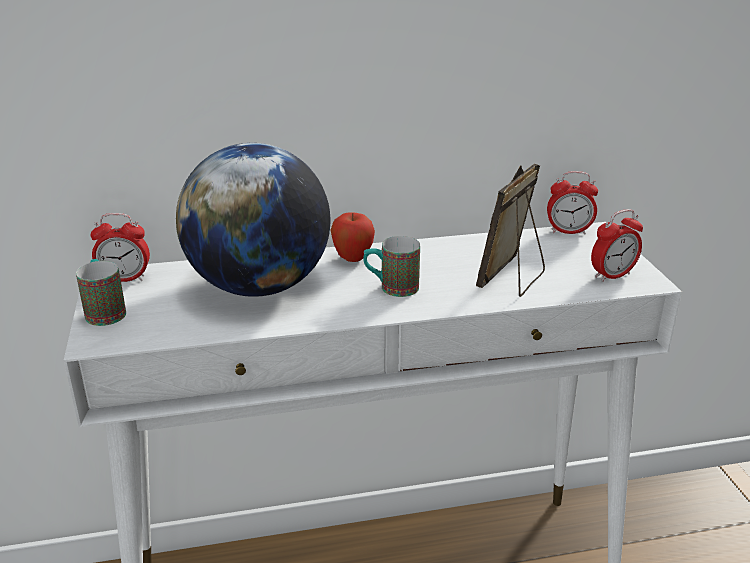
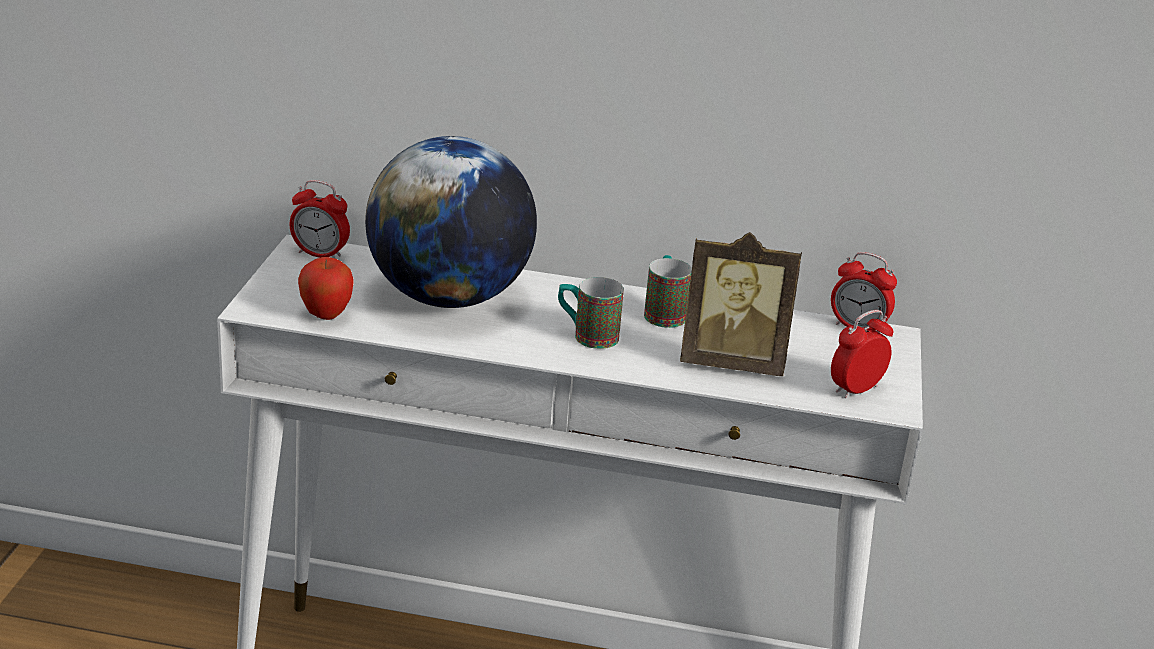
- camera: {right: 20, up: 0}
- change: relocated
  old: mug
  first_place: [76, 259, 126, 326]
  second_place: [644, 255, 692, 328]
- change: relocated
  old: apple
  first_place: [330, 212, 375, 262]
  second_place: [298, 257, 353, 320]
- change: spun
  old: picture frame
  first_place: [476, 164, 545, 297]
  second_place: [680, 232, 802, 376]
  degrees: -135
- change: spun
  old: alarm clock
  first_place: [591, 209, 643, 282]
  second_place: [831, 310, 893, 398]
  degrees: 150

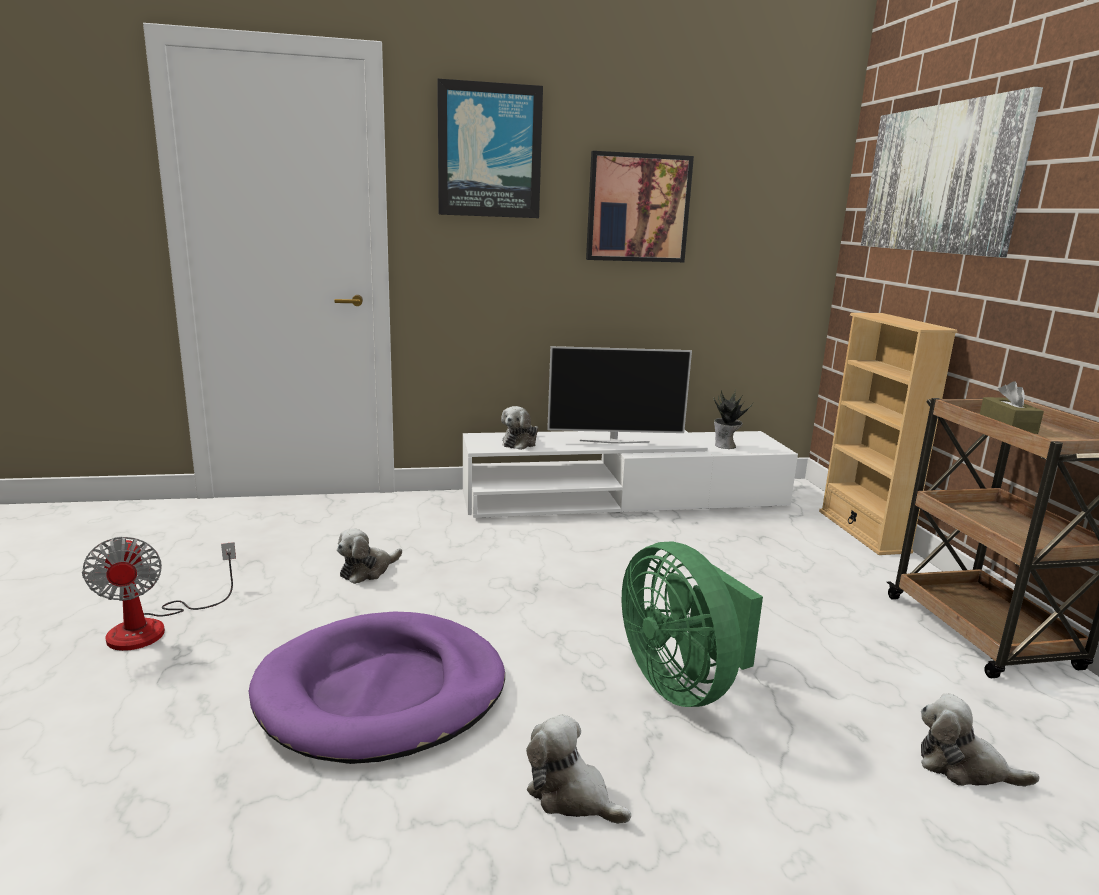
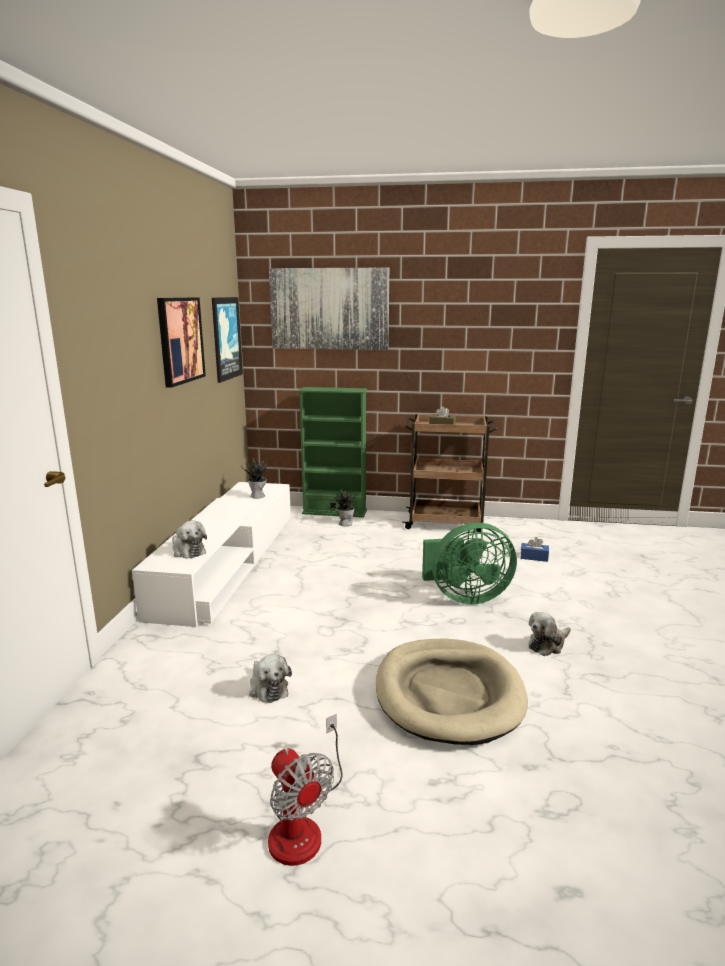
- camera: {right: -70, up: 0}
- change: spun
  old: fan
  first_place: [82, 537, 236, 651]
  second_place: [268, 714, 342, 866]
  degrees: 60
- change: colour
  old: purple dog bed
  new: beige dog bed
  first_place: [249, 612, 505, 764]
  second_place: [376, 639, 528, 745]
- change: relocated
  old: picture
  first_place: [437, 79, 543, 218]
  second_place: [212, 297, 243, 383]
- change: missing
  old: television
  first_place: [547, 346, 692, 444]
- change: colour
  old: beige bookcase
  new: green bookcase
  first_place: [819, 313, 958, 555]
  second_place: [298, 387, 367, 518]
- change: exchanged
  old: plush toy
  new: blue tissue box
  first_place: [921, 693, 1040, 786]
  second_place: [521, 537, 549, 562]
- change: appeared
  new: potted plant
  second_place: [332, 488, 357, 526]

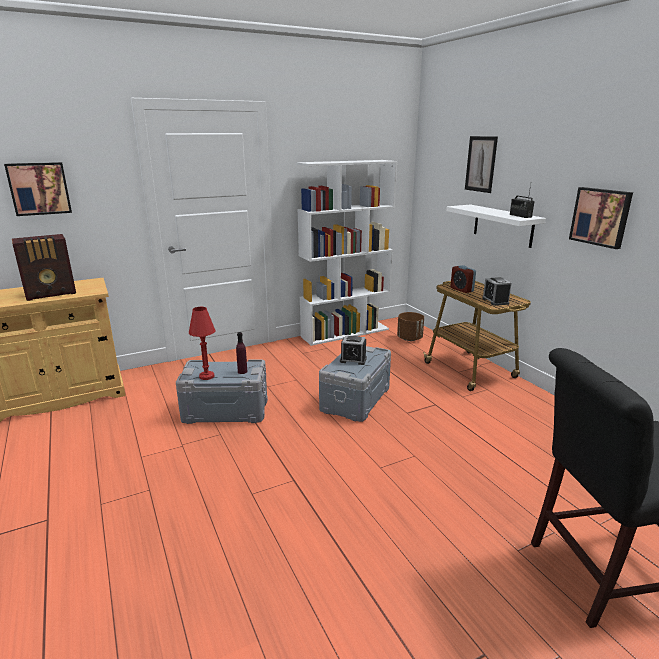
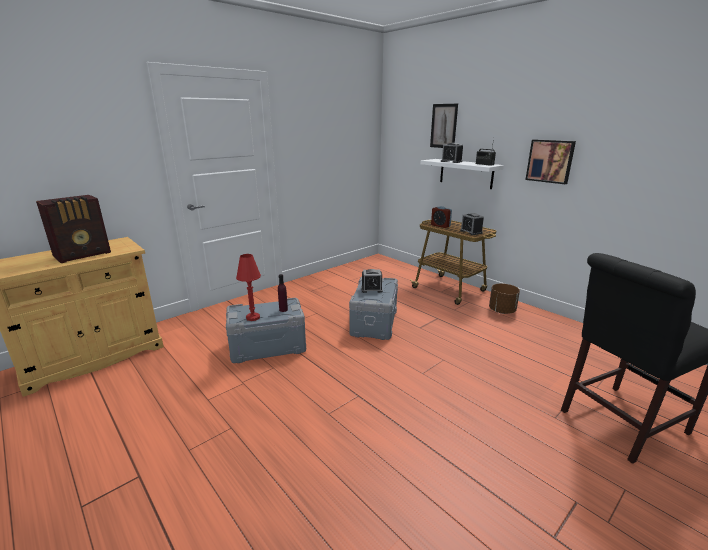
- camera: {right: -15, up: 0}
- change: missing
  old: picture
  first_place: [4, 162, 72, 216]
- change: missing
  old: white bookcase
  first_place: [296, 160, 397, 346]
- change: relocated
  old: brown planter
  first_place: [397, 312, 424, 341]
  second_place: [489, 283, 520, 314]
- change: appeared
  new: alarm clock
  second_place: [441, 143, 463, 163]

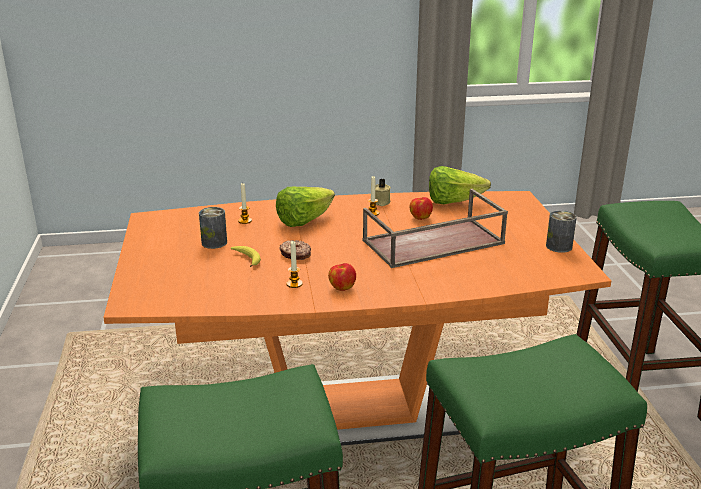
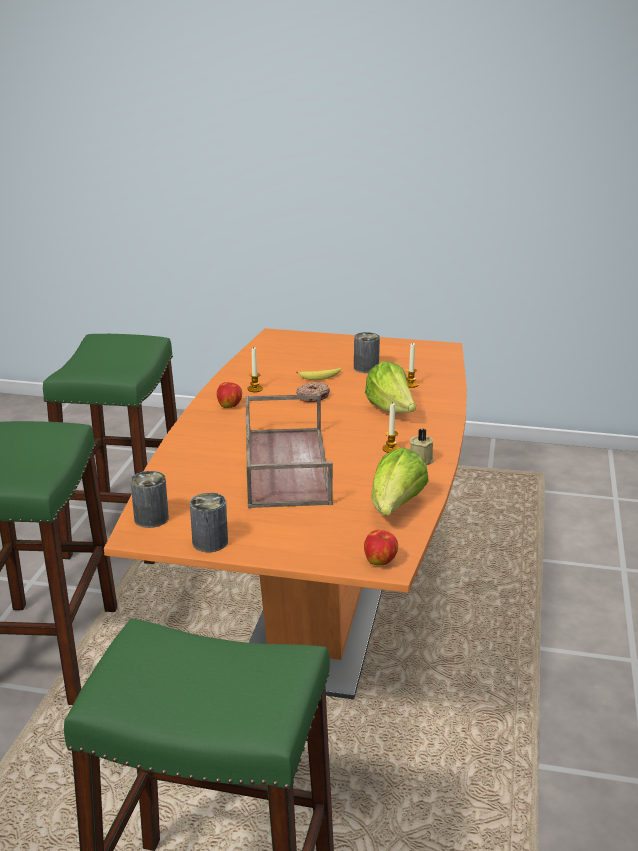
- camera: {right: 110, up: 0}
- change: relocated
  old: apple
  first_place: [410, 197, 433, 220]
  second_place: [364, 530, 398, 565]
- change: appeared
  new: can
  second_place: [131, 471, 169, 528]

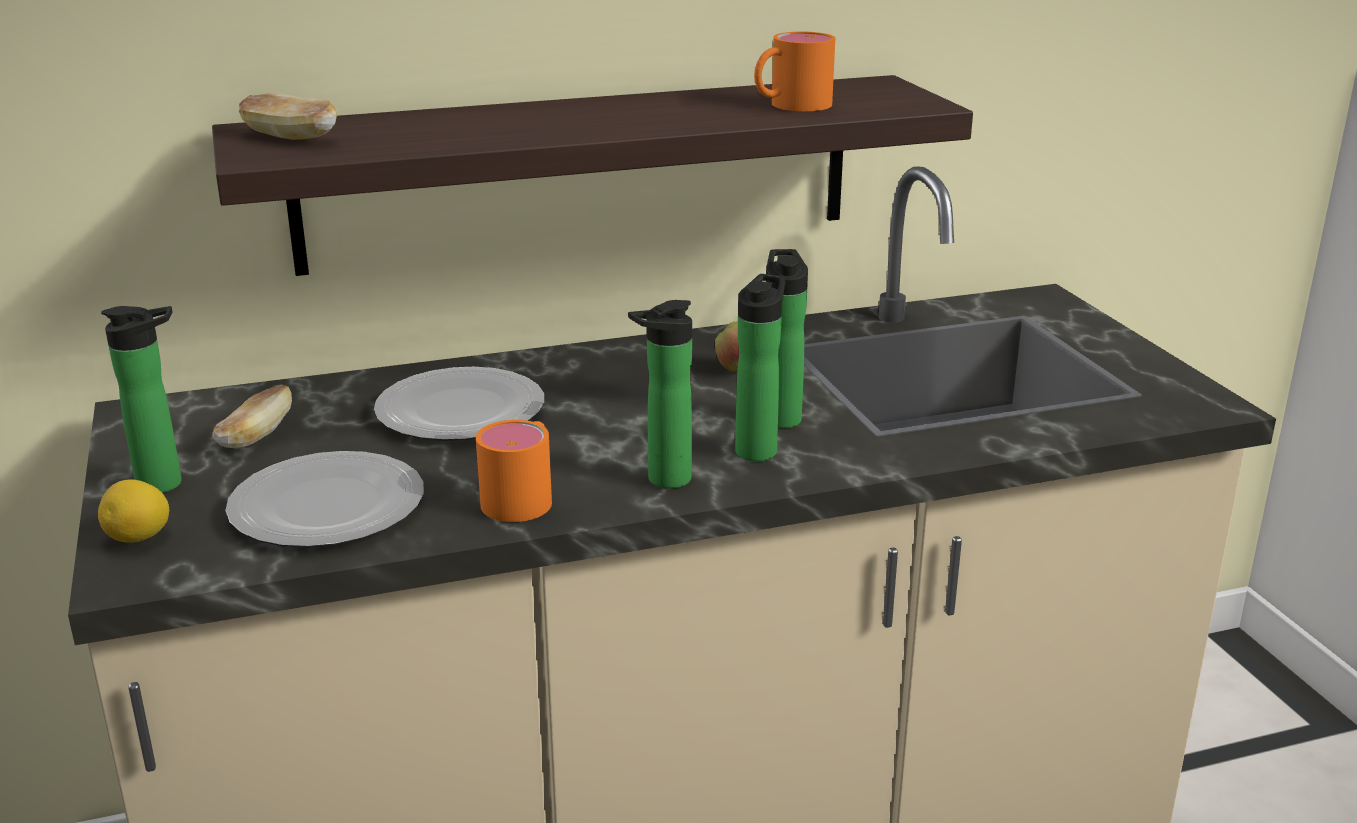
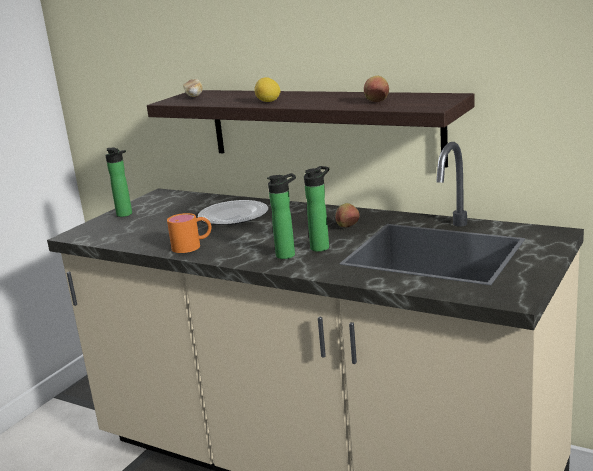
- camera: {right: 50, up: -5}
- change: relocated
  old: lemon
  first_place: [98, 480, 169, 543]
  second_place: [254, 77, 281, 102]
- change: missing
  old: bread
  first_place: [212, 384, 292, 448]
- change: missing
  old: plate
  first_place: [225, 451, 424, 547]
- change: missing
  old: bottle
  first_place: [628, 300, 692, 489]
- change: exchanged
  old: orange mug
  new: apple
  first_place: [754, 32, 835, 111]
  second_place: [364, 76, 389, 102]

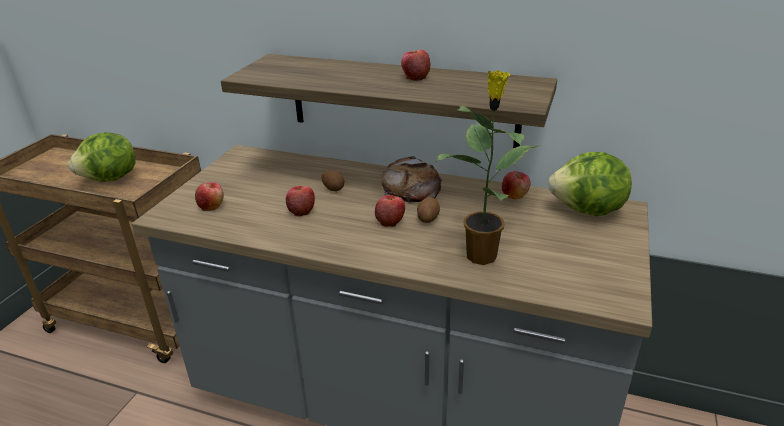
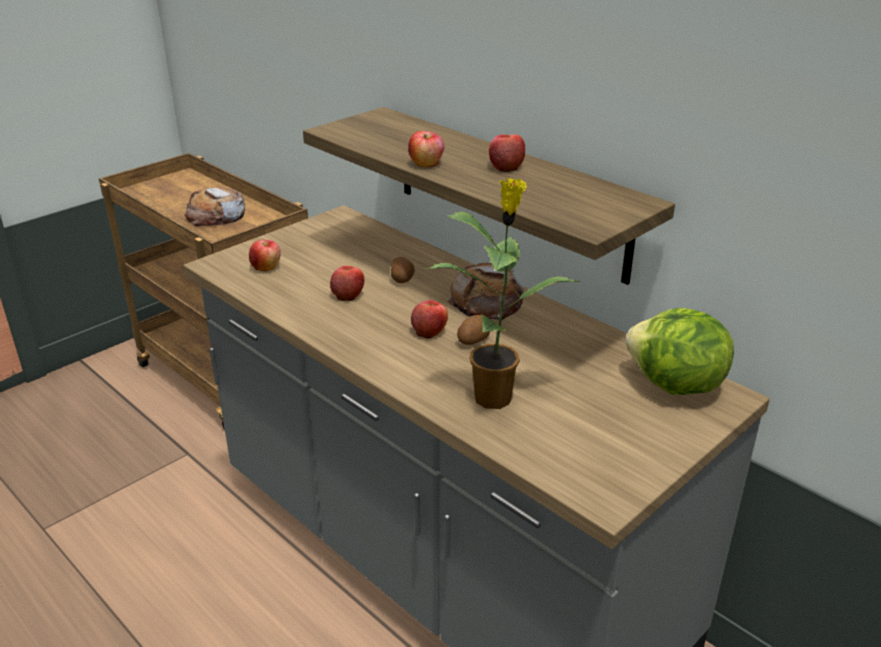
- camera: {right: 25, up: 0}
- change: exchanged
  old: lettuce
  new: bread
  first_place: [68, 132, 136, 182]
  second_place: [185, 187, 245, 226]
- change: relocated
  old: apple
  first_place: [502, 171, 531, 199]
  second_place: [408, 131, 444, 167]

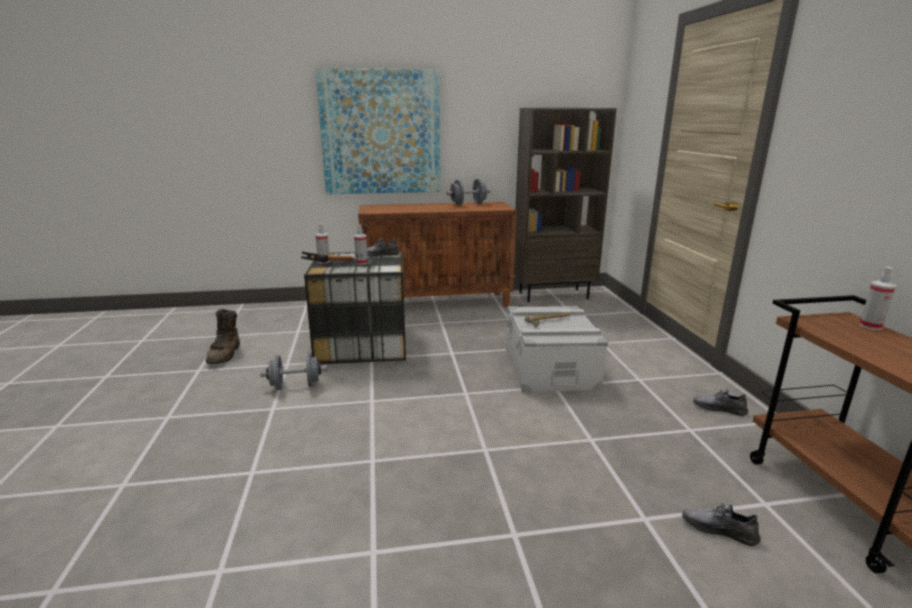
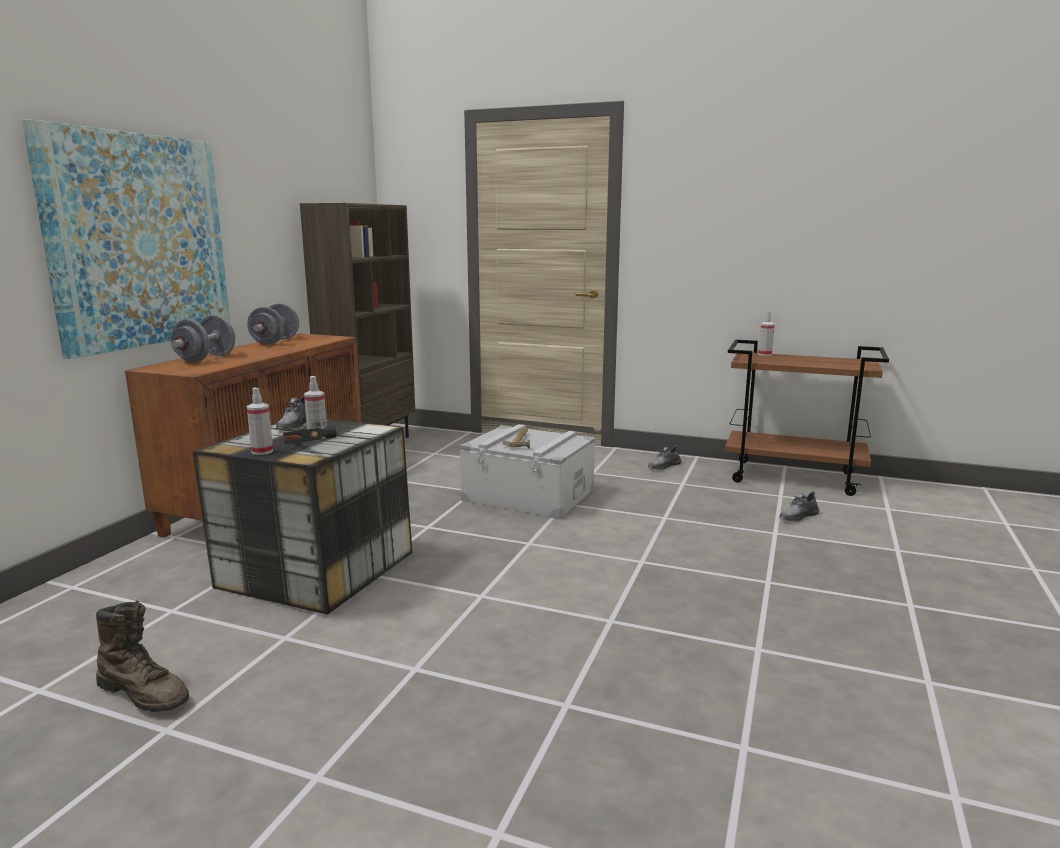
- camera: {right: -60, up: -5}
- change: relocated
  old: grey dumbbell
  first_place: [260, 352, 327, 390]
  second_place: [170, 315, 235, 363]

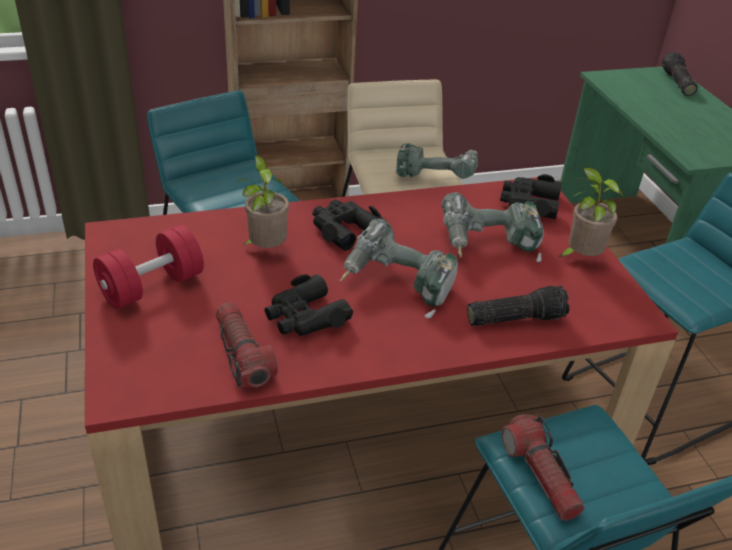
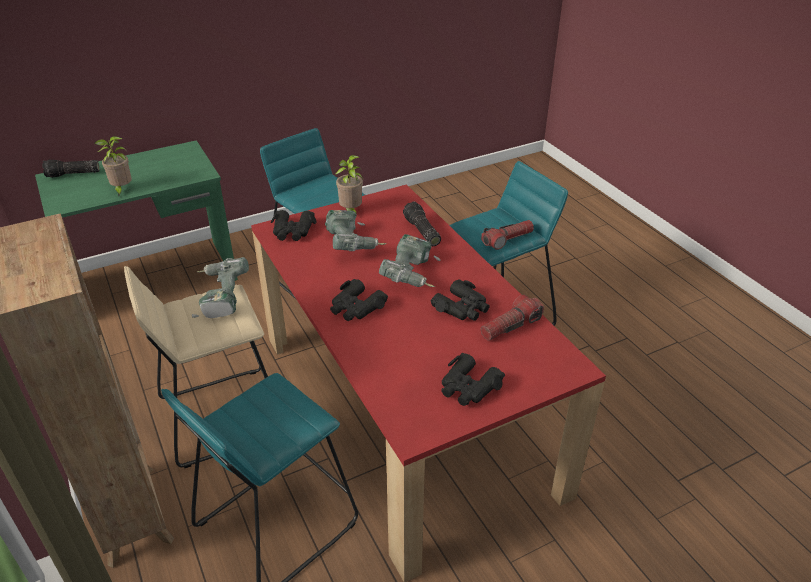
- camera: {right: -100, up: 0}
- change: exchanged
  old: red dumbbell
  new: black binoculars
  first_place: [93, 225, 204, 309]
  second_place: [442, 353, 505, 406]
- change: relocated
  old: potted plant
  first_place: [236, 155, 289, 248]
  second_place: [95, 136, 132, 197]

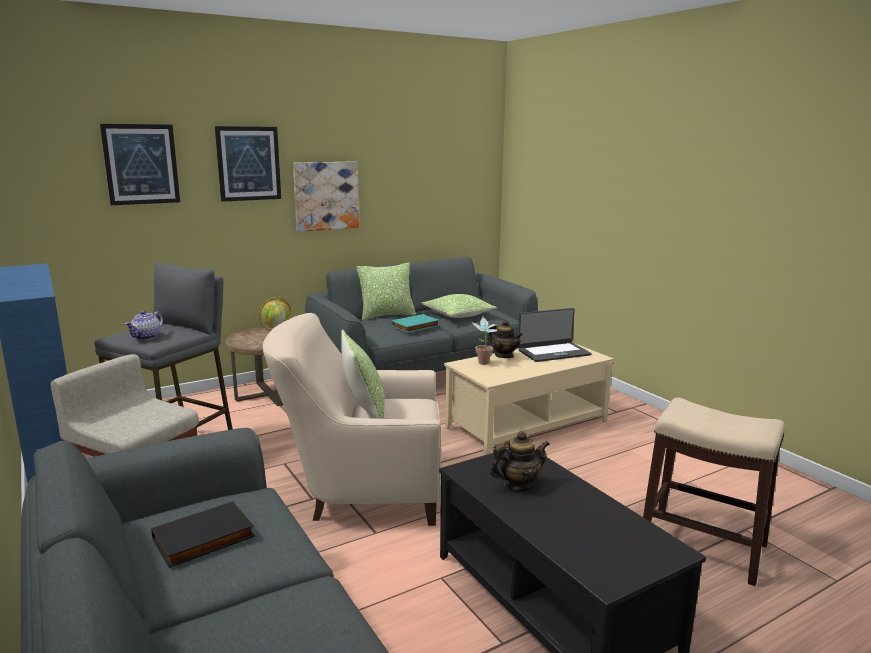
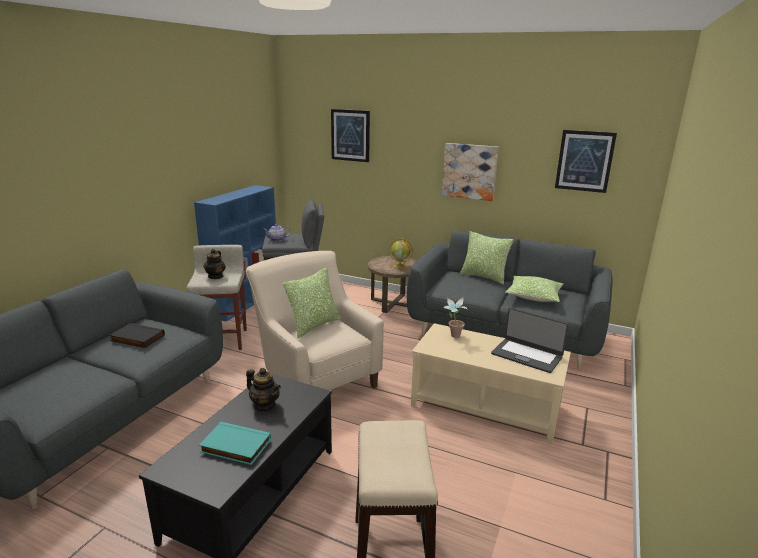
- camera: {right: 55, up: 5}
- change: relocated
  old: picture
  first_place: [215, 126, 281, 202]
  second_place: [555, 130, 617, 193]
- change: relocated
  old: turquoise book
  first_place: [391, 314, 439, 333]
  second_place: [199, 422, 271, 465]
- change: relocated
  old: teapot
  first_place: [488, 320, 523, 358]
  second_place: [204, 249, 226, 279]

